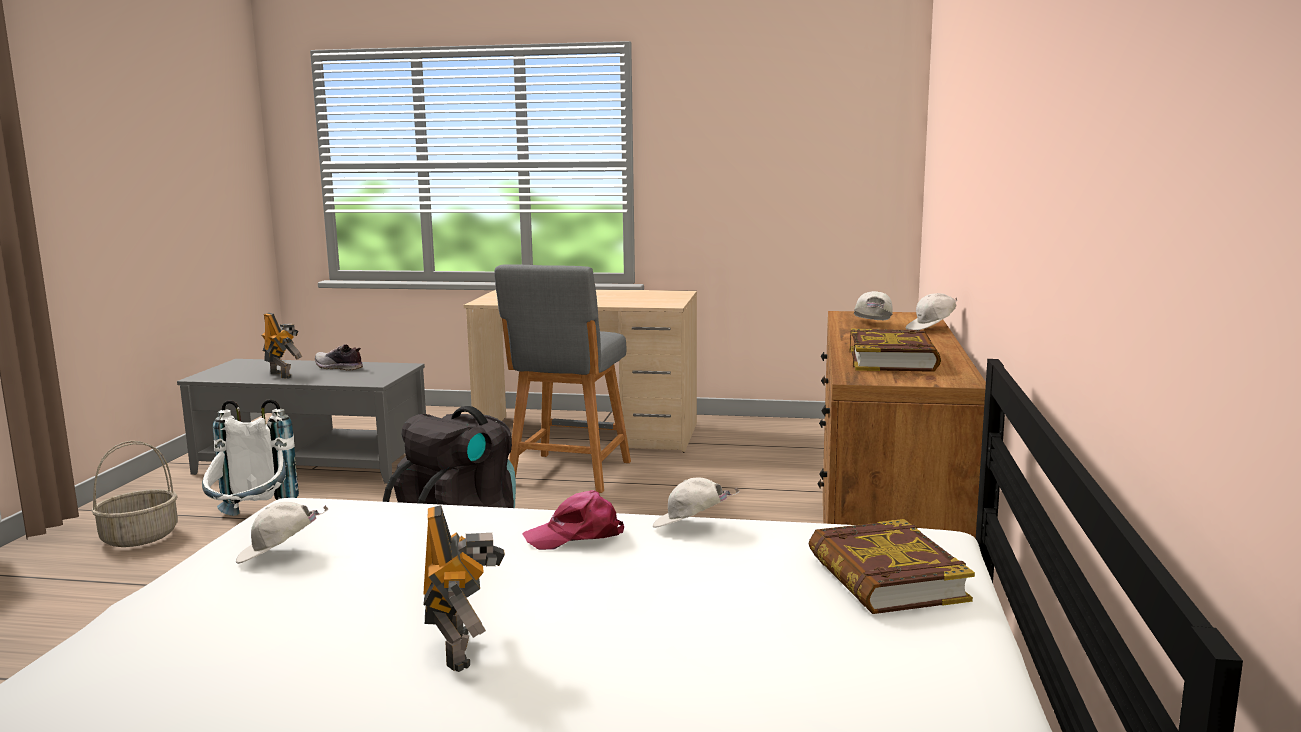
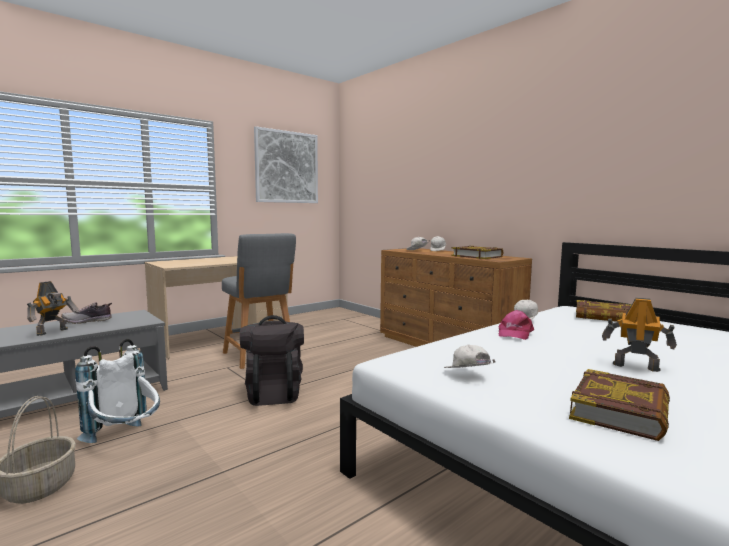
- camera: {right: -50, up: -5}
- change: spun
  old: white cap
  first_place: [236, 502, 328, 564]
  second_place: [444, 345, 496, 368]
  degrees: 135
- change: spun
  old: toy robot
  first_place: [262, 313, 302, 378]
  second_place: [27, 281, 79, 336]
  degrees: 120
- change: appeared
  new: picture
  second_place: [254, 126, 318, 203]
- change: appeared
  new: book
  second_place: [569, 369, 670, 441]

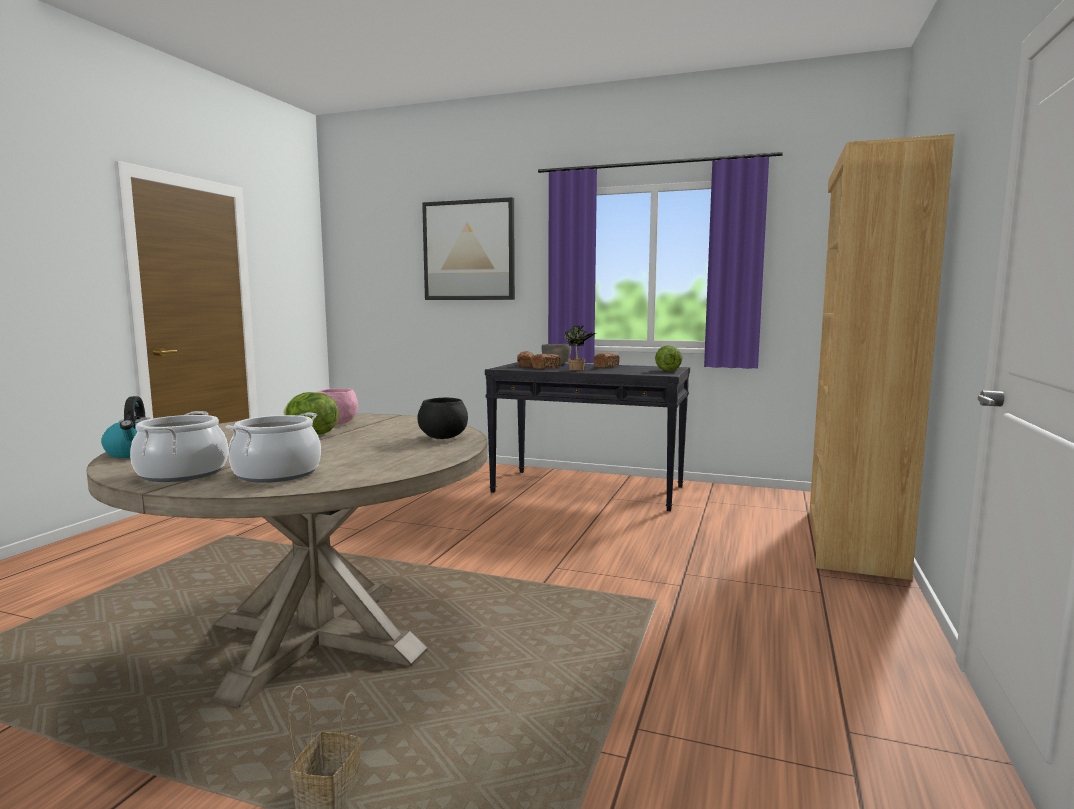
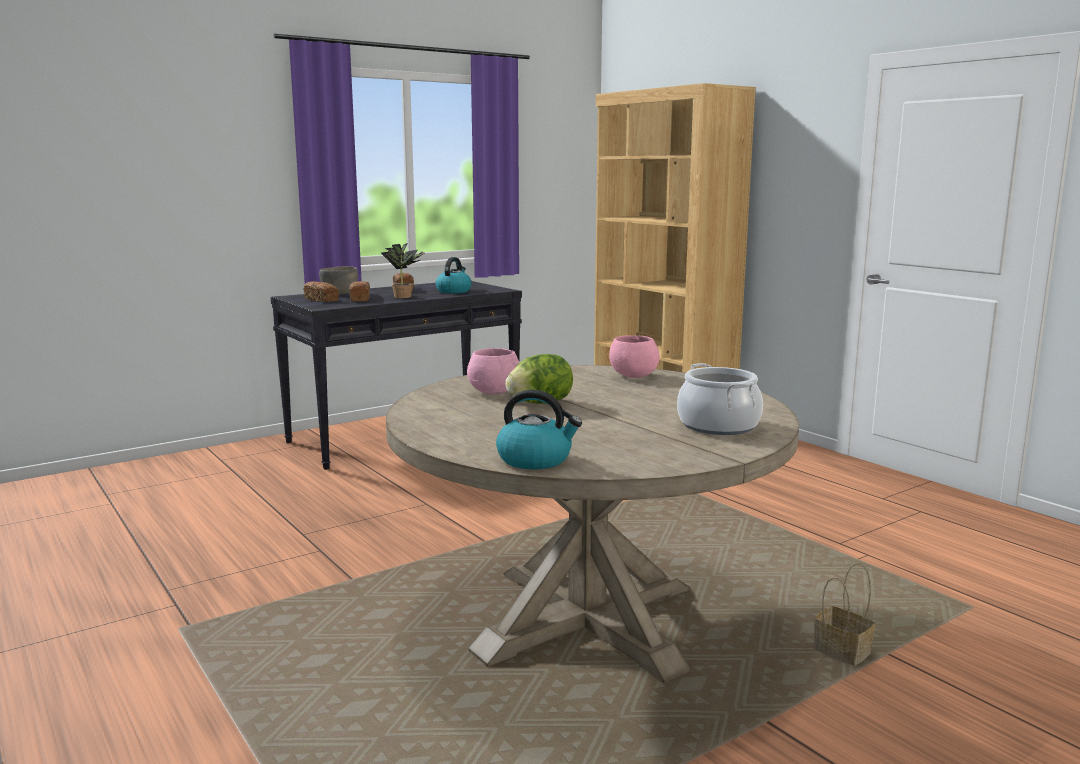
- camera: {right: -55, up: 5}
- change: missing
  old: cooking pot
  first_place: [130, 411, 228, 482]
- change: colour
  old: black bowl
  new: pink bowl
  first_place: [417, 398, 468, 439]
  second_place: [609, 335, 660, 378]
- change: missing
  old: picture
  first_place: [422, 197, 515, 300]
- change: missing
  old: lettuce
  first_place: [655, 345, 682, 371]
- change: appeared
  new: kettle
  second_place: [436, 257, 472, 293]

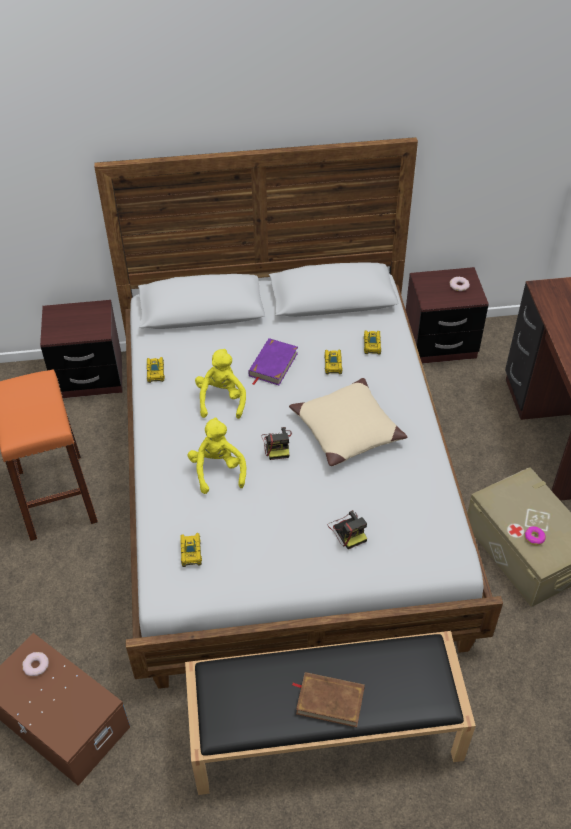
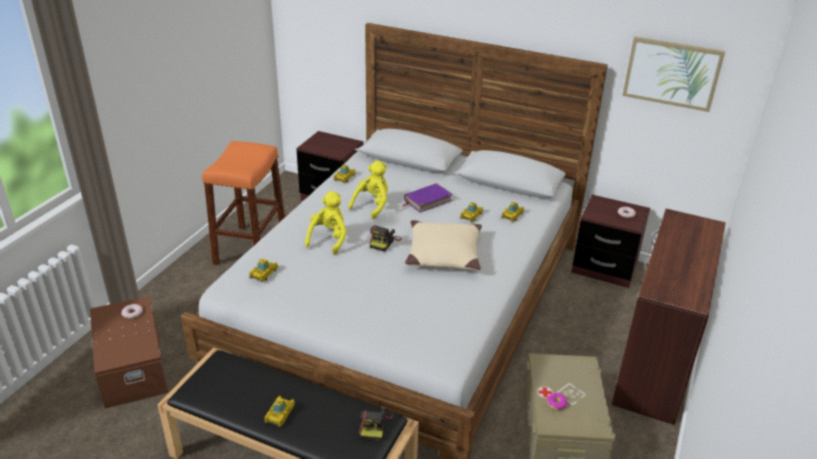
- camera: {right: 30, up: -15}
- change: exchanged
  old: brown book
  new: toy car
  first_place: [292, 672, 365, 727]
  second_place: [264, 396, 295, 427]
- change: relocated
  old: photo camera
  first_place: [328, 510, 367, 549]
  second_place: [358, 407, 393, 441]
- change: appeared
  new: picture
  second_place: [622, 37, 725, 112]

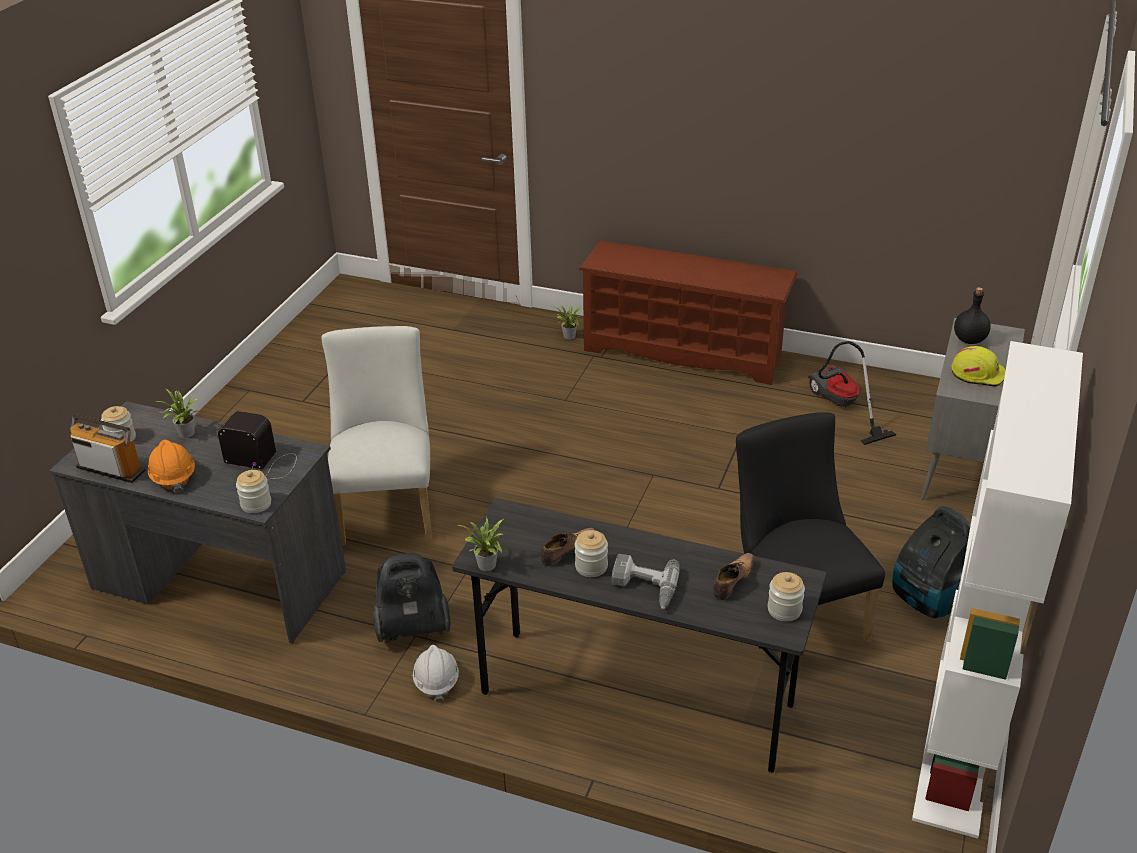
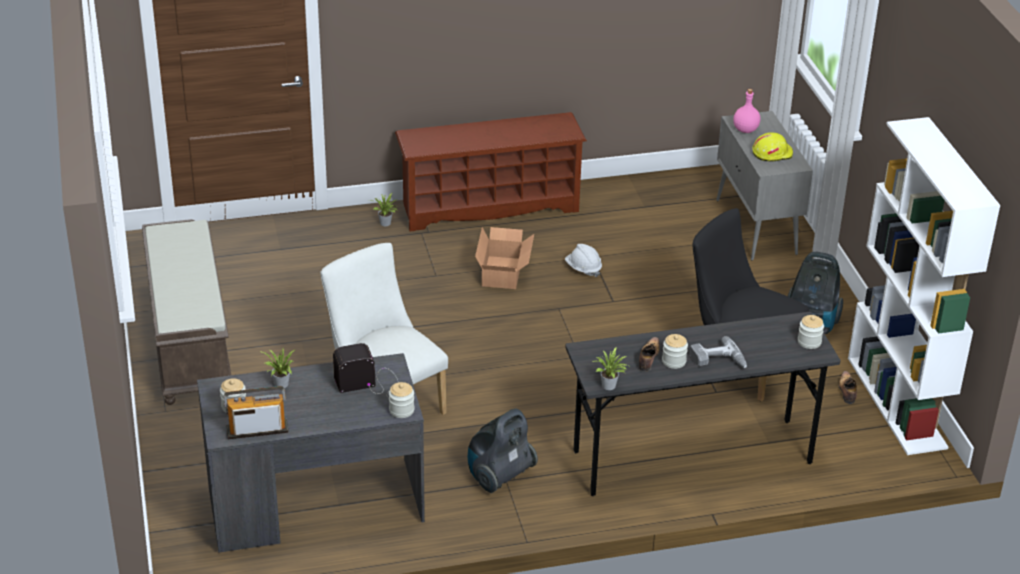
- camera: {right: -35, up: 0}
- change: missing
  old: orange hard hat
  first_place: [148, 440, 195, 492]
- change: relocated
  old: white hard hat
  first_place: [413, 645, 459, 701]
  second_place: [565, 244, 602, 277]
- change: relocated
  old: shoe
  first_place: [713, 553, 755, 600]
  second_place: [838, 371, 857, 404]
- change: missing
  old: vacuum cleaner
  first_place: [808, 341, 896, 445]
- change: colour
  old: black bottle
  new: pink bottle
  first_place: [954, 287, 991, 344]
  second_place: [733, 89, 760, 133]
- change: appeared
  new: brown bench
  second_place: [142, 219, 231, 405]
- change: appeared
  new: cardboard box
  second_place: [475, 227, 534, 289]

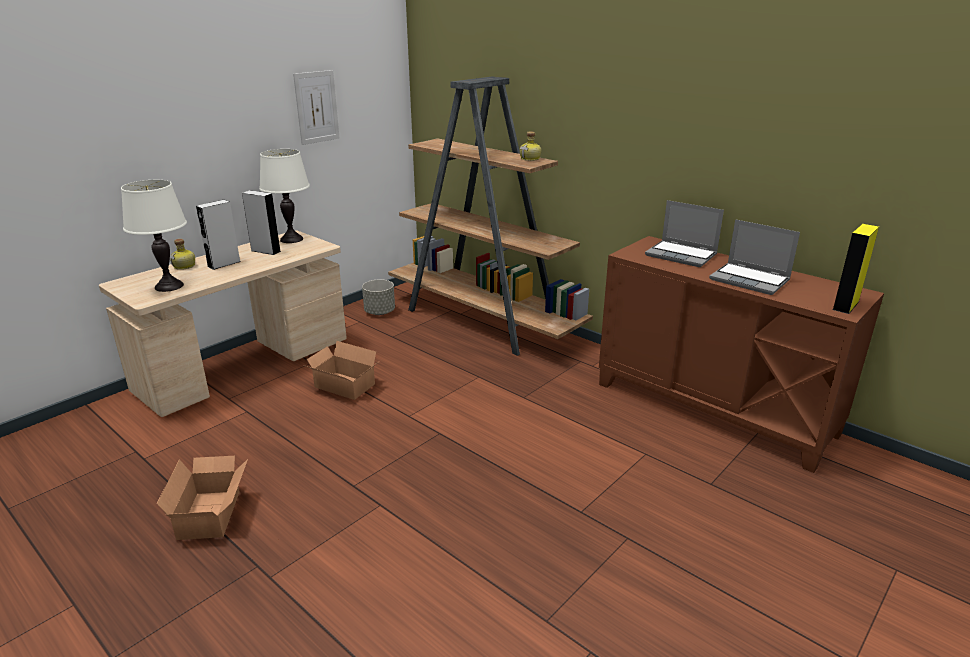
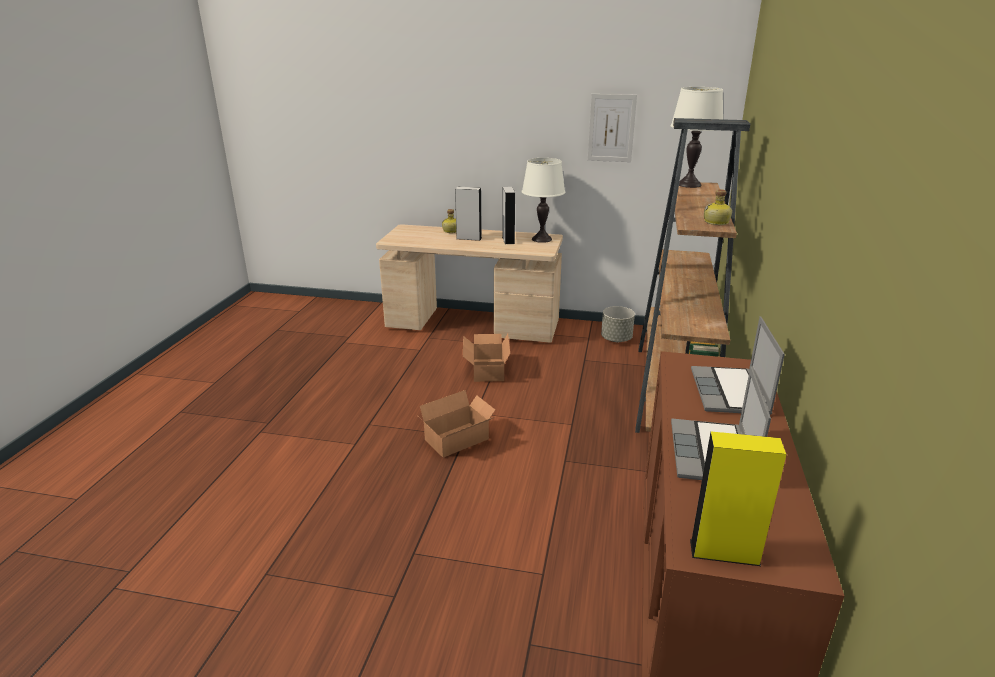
- camera: {right: 60, up: 0}
- change: relocated
  old: white table lamp
  first_place: [121, 180, 187, 292]
  second_place: [671, 87, 723, 188]
- change: relocated
  old: cardboard box
  first_place: [157, 456, 248, 540]
  second_place: [419, 390, 496, 458]

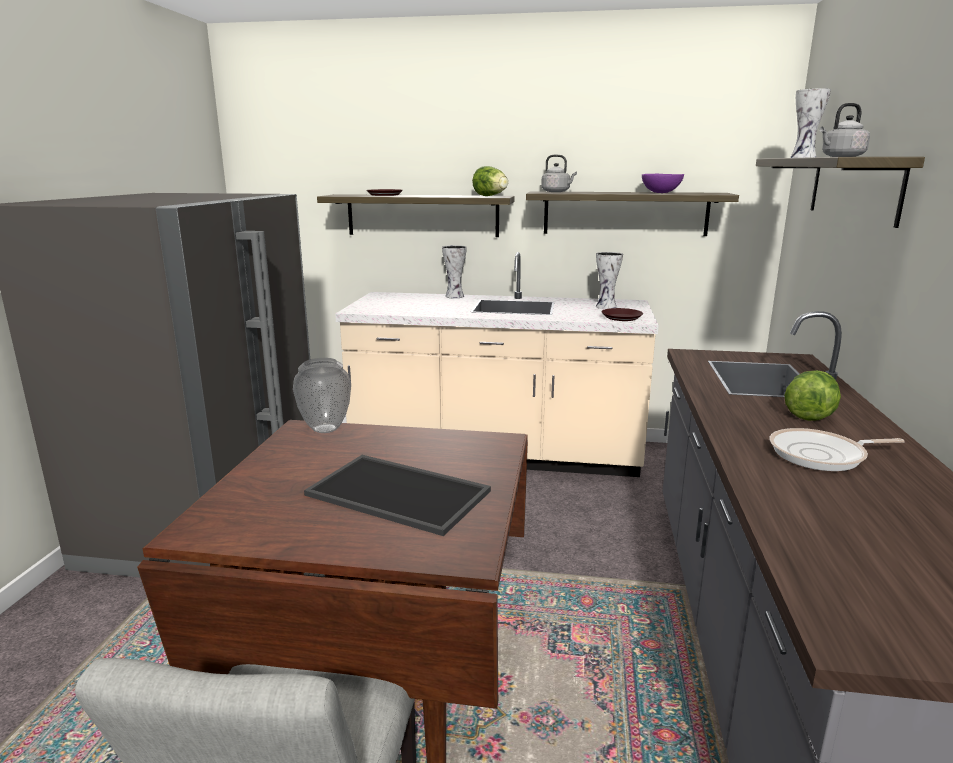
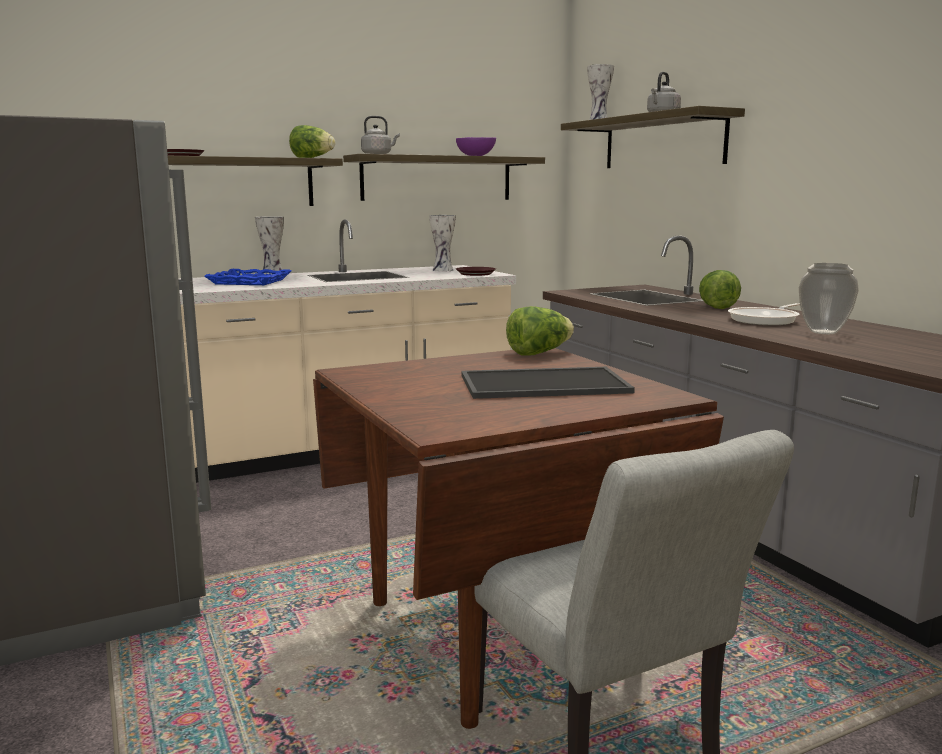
- camera: {right: -35, up: -5}
- change: relocated
  old: vase
  first_place: [293, 358, 351, 433]
  second_place: [799, 263, 859, 334]
- change: appeared
  new: blue tray
  second_place: [204, 269, 291, 285]
- change: appeared
  new: lettuce
  second_place: [506, 306, 574, 356]

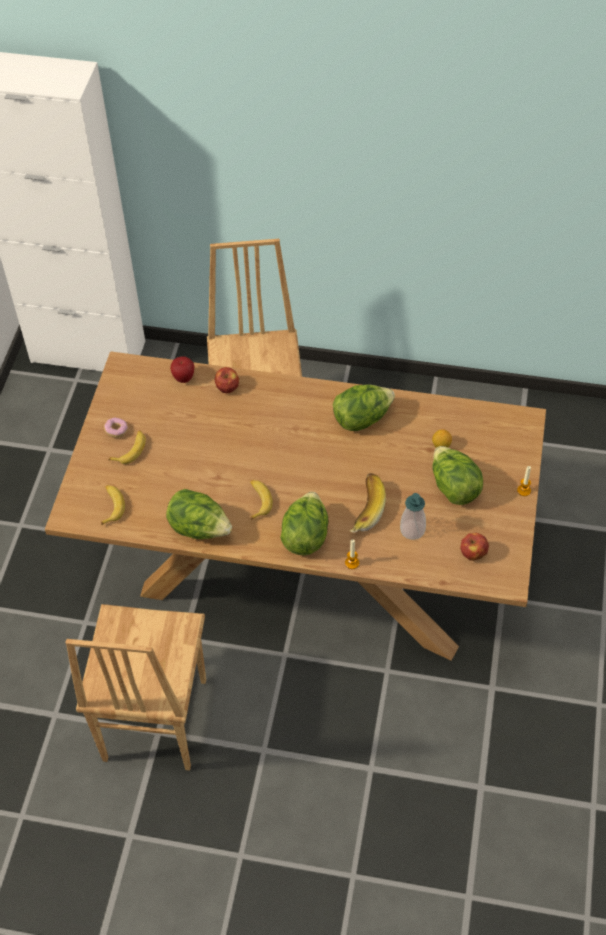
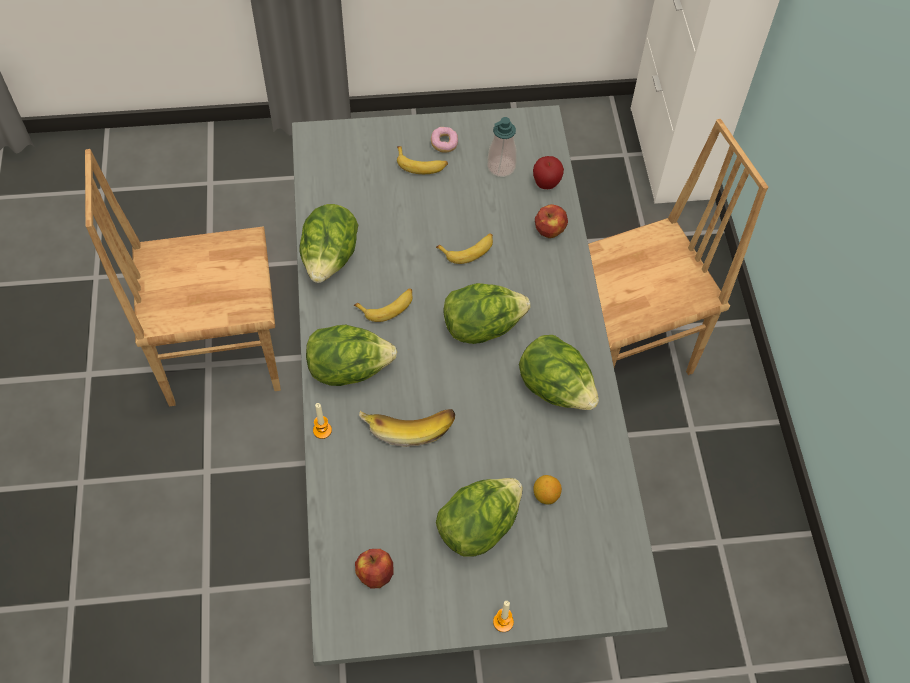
- camera: {right: 70, up: 5}
- change: colour
  old: brown dining table
  new: grey dining table
  first_place: [45, 351, 546, 661]
  second_place: [292, 105, 668, 666]
- change: relocated
  old: banana
  first_place: [101, 485, 125, 525]
  second_place: [436, 234, 493, 264]
- change: relocated
  old: soap dispenser
  first_place: [400, 493, 426, 540]
  second_place: [487, 117, 517, 177]
- change: appeared
  new: lettuce
  second_place: [443, 283, 530, 344]

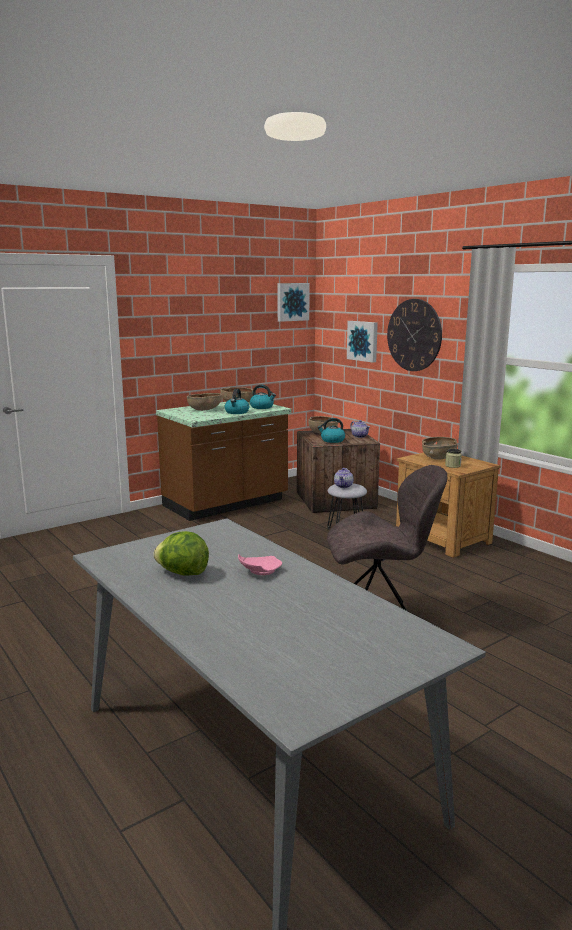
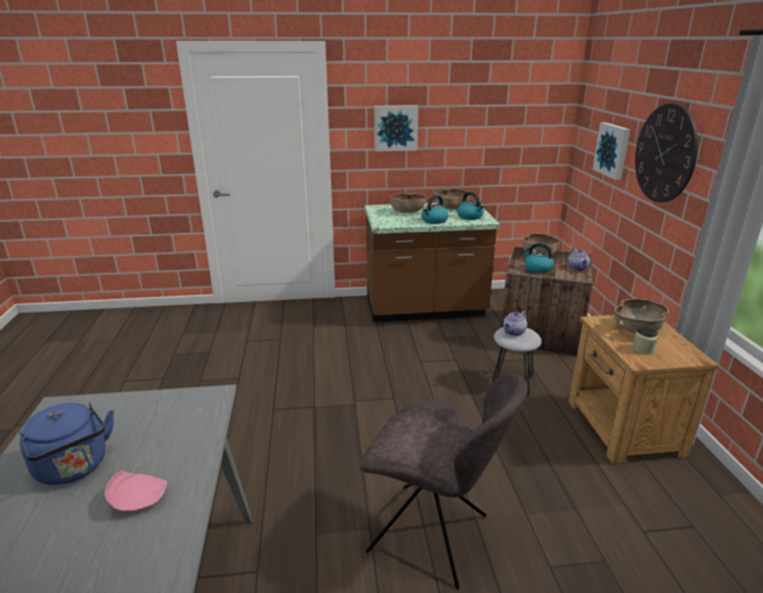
- camera: {right: 30, up: 10}
- change: exchanged
  old: lettuce
  new: blue kettle
  first_place: [153, 531, 209, 576]
  second_place: [19, 403, 114, 485]
- change: relocated
  old: picture
  first_place: [278, 283, 310, 322]
  second_place: [374, 105, 418, 152]

